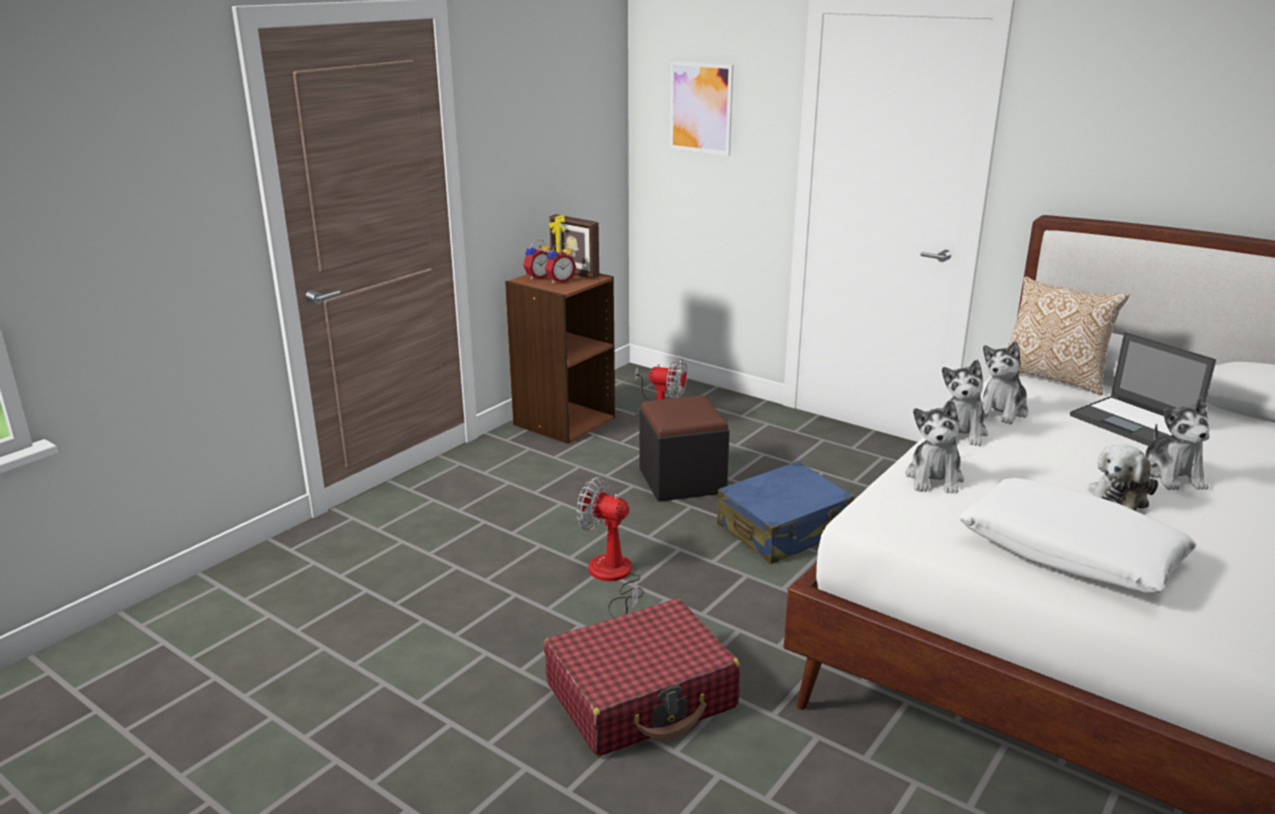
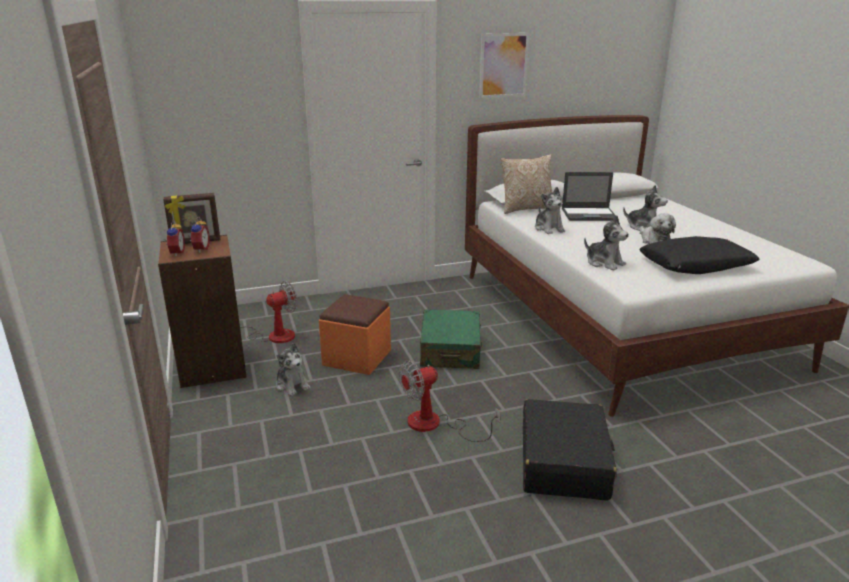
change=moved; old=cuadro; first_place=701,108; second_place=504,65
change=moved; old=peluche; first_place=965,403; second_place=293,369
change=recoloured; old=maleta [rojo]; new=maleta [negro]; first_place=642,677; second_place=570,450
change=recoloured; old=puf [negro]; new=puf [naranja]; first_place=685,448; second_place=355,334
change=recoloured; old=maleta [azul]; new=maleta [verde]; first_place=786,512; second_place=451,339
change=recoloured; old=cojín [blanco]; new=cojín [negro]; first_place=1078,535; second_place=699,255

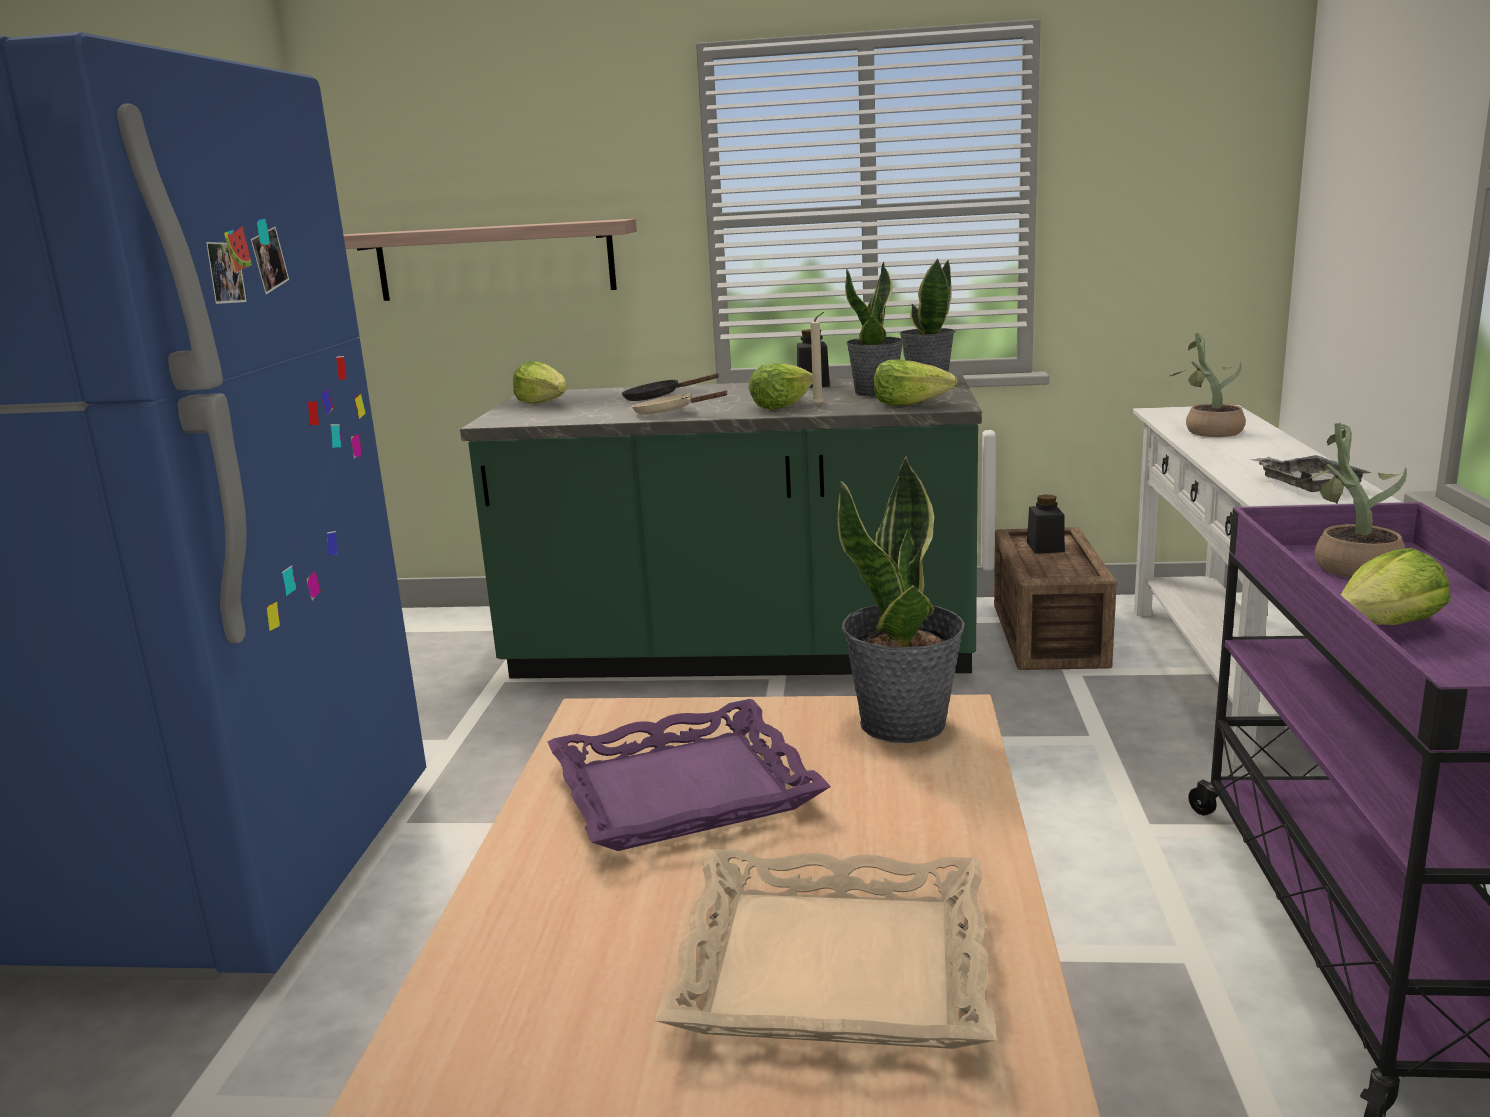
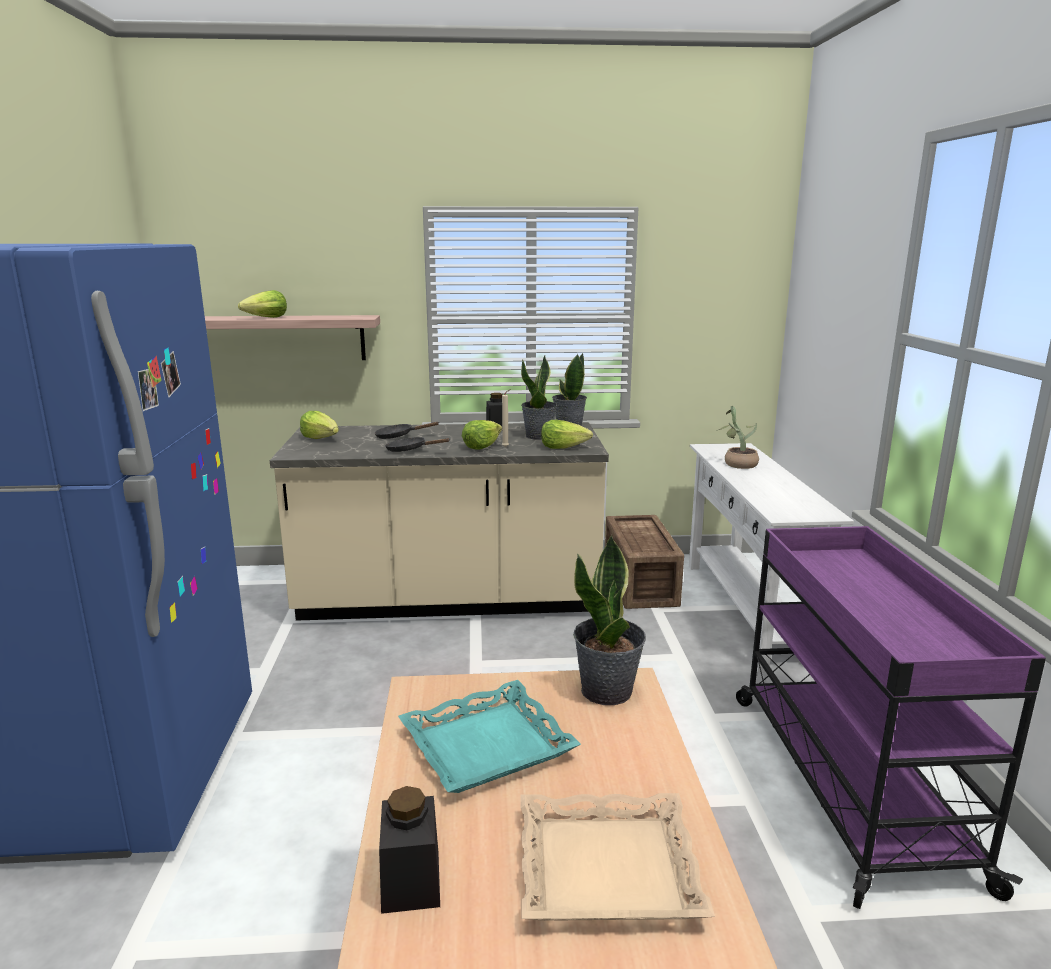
change=removed; old=bandeja [gris]; first_place=1311,473
change=removed; old=planta en maceta; first_place=1351,500
change=moved; old=tarro [negro]; first_place=1046,524; second_place=409,850
change=moved; old=lechuga; first_place=1396,586; second_place=262,304
change=recoloured; old=mueble bajo de cocina [verde]; new=mueble bajo de cocina [beis]; first_place=721,526; second_place=439,521
change=recoloured; old=bandeja [morado]; new=bandeja [turquesa]; first_place=689,775; second_place=489,736
change=recoloured; old=sartén [beis]; new=sartén [negro]; first_place=680,403; second_place=417,444

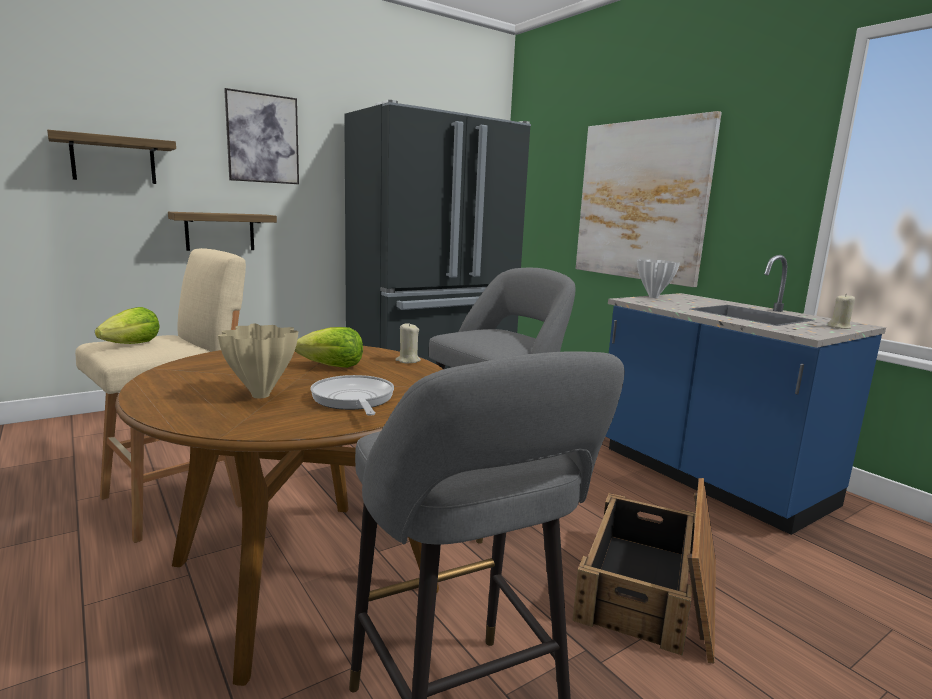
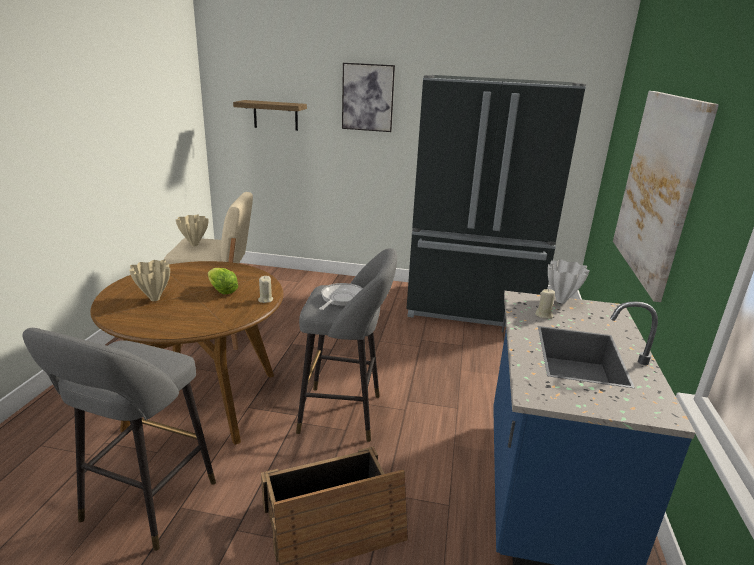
change=removed; old=estante; first_place=222,231
change=moved; old=sartén; first_place=352,395; second_place=341,296
change=moved; old=vela [beis]; first_place=841,311; second_place=545,304
change=replaced; old=lechuga; new=florero [beis]; first_place=127,325; second_place=192,231

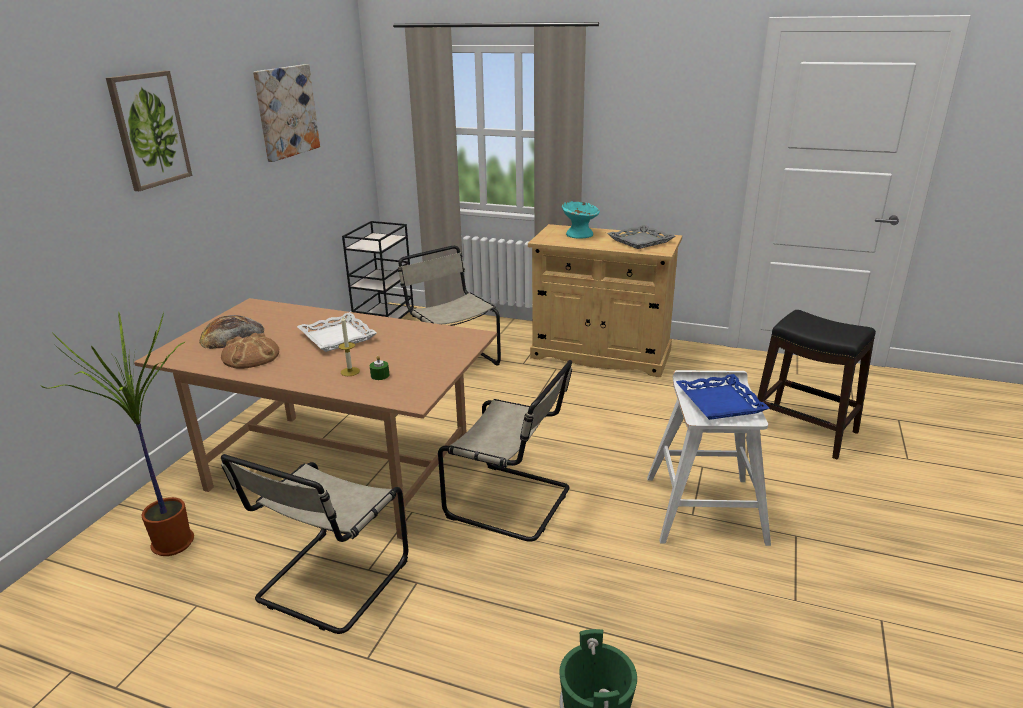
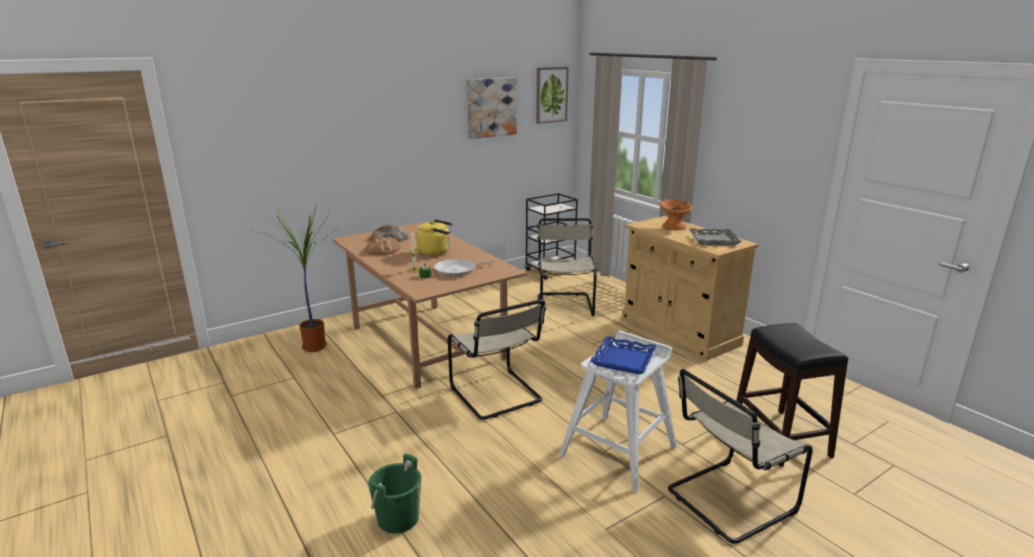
change=added; new=sartén; second_place=464,268
change=moved; old=cuadro; first_place=149,131; second_place=552,95
change=moved; old=silla [beis]; first_place=314,544; second_place=740,456
change=replaced; old=bandeja [blanco]; new=hervidor [amarillo]; first_place=337,332; second_place=434,237
change=recoloured; old=cuenco [turquesa]; new=cuenco [naranja]; first_place=581,220; second_place=675,214

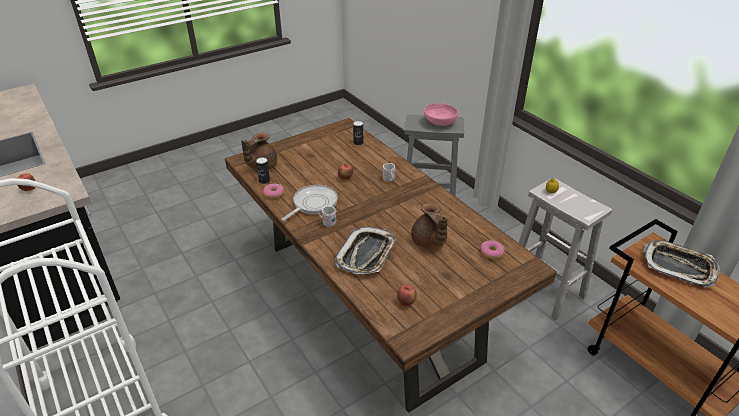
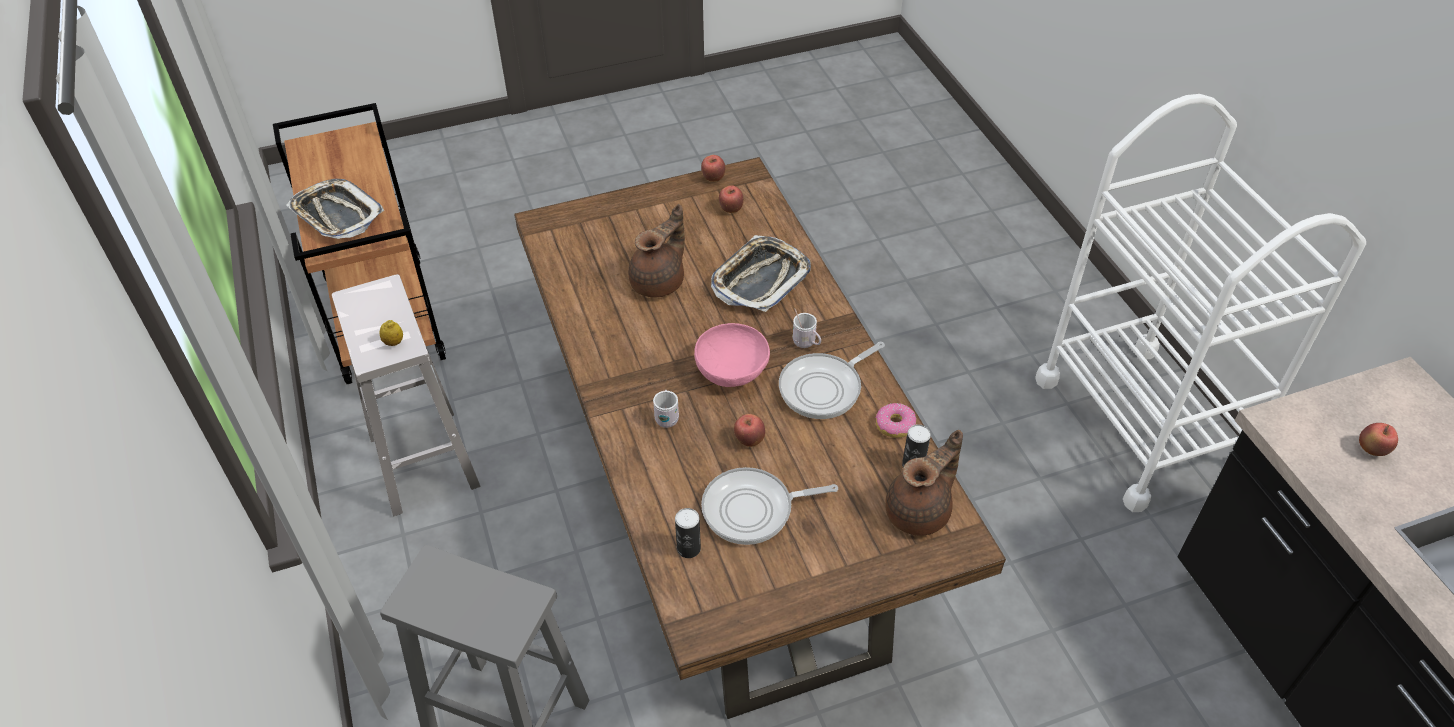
change=removed; old=rosquilla; first_place=492,249
change=added; new=manzana; second_place=713,168
change=added; new=sartén; second_place=769,506
change=moved; old=cuenco [rosa]; first_place=441,114; second_place=732,355
change=turned; old=tetera [marrón]; first_place=429,226; second_place=656,250; degrees=45

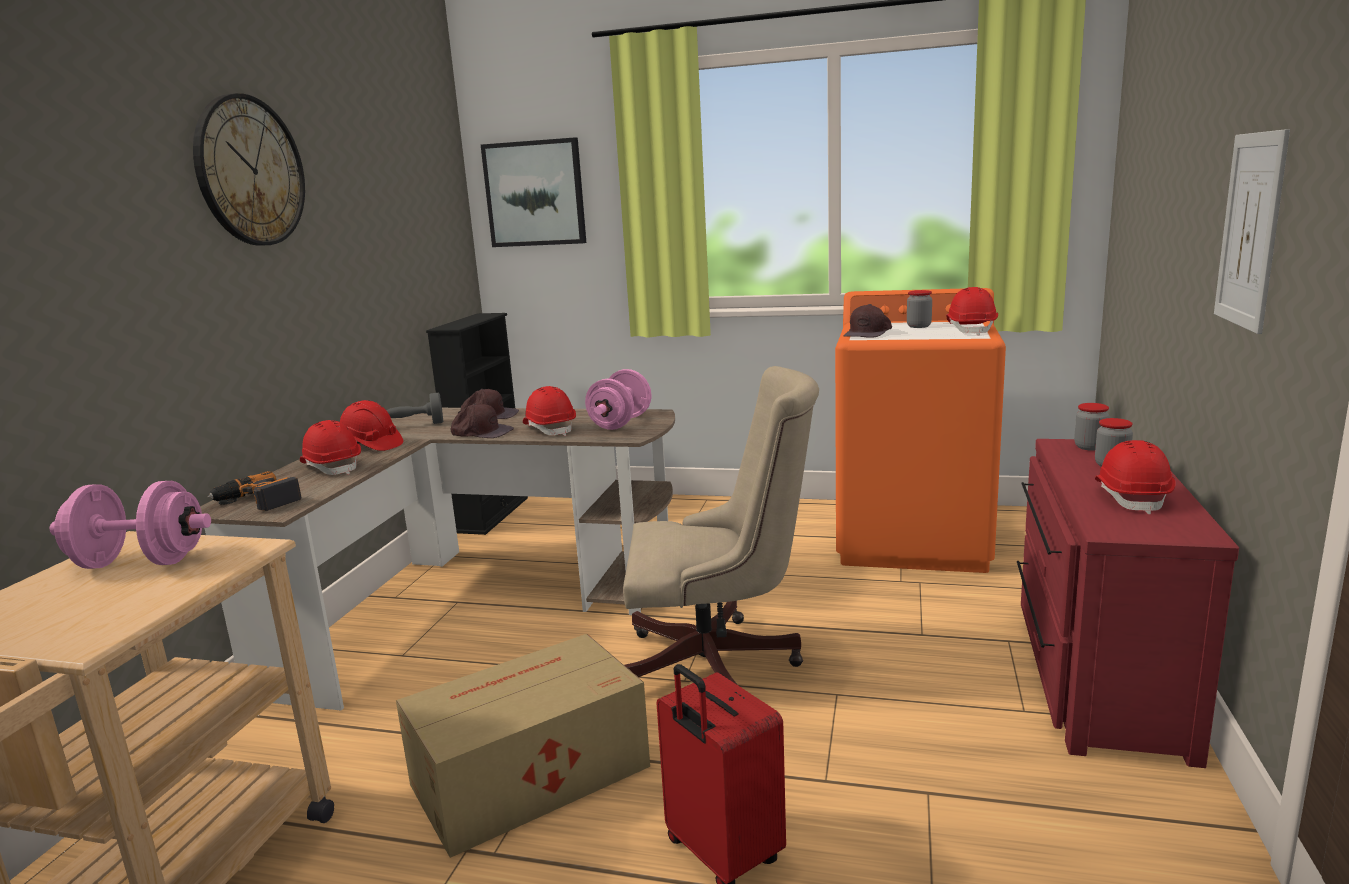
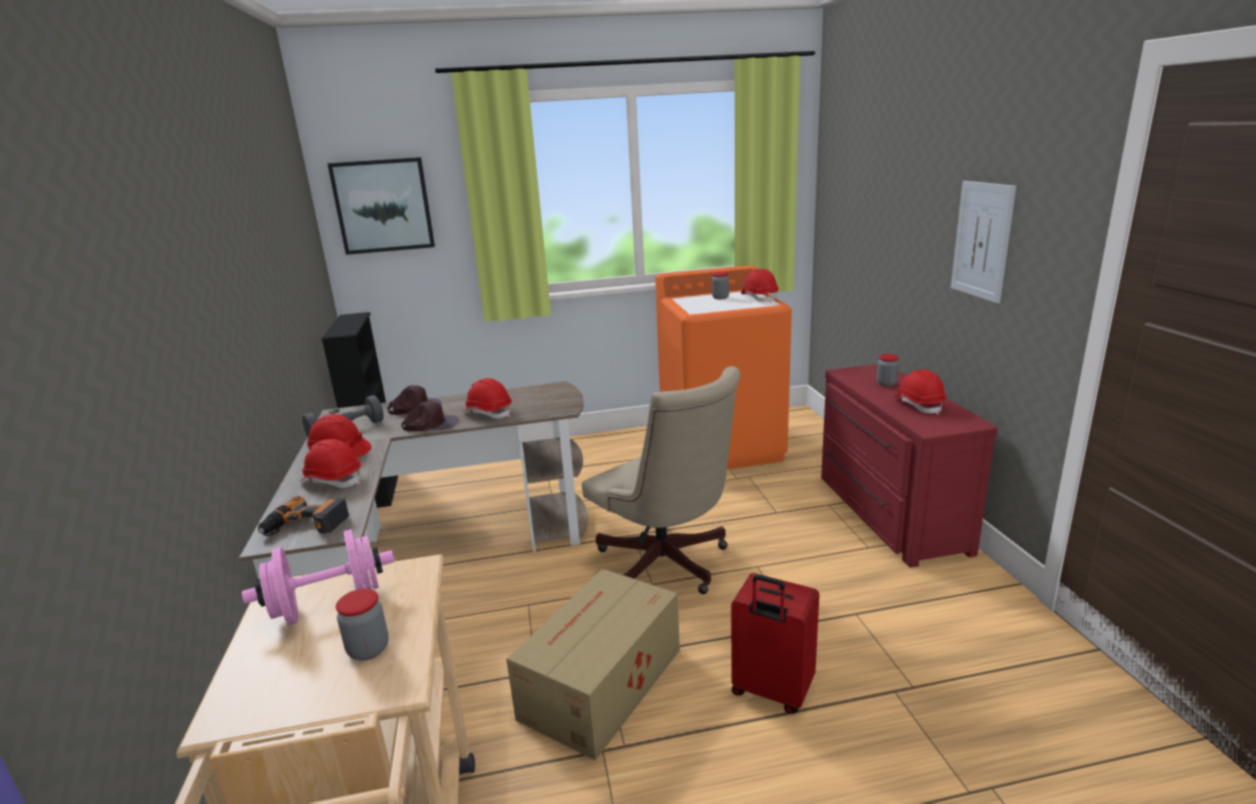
change=removed; old=reloj de pared; first_place=249,169
change=removed; old=mancuerna [rosa]; first_place=618,399
change=removed; old=gorra [marrón]; first_place=868,321
change=moved; old=tarro; first_place=1092,427; second_place=362,625
change=turned; old=silla de oficina [beis]; first_place=721,525; second_place=661,480; degrees=75

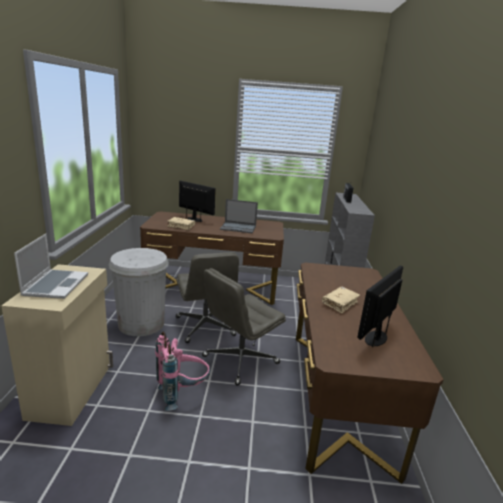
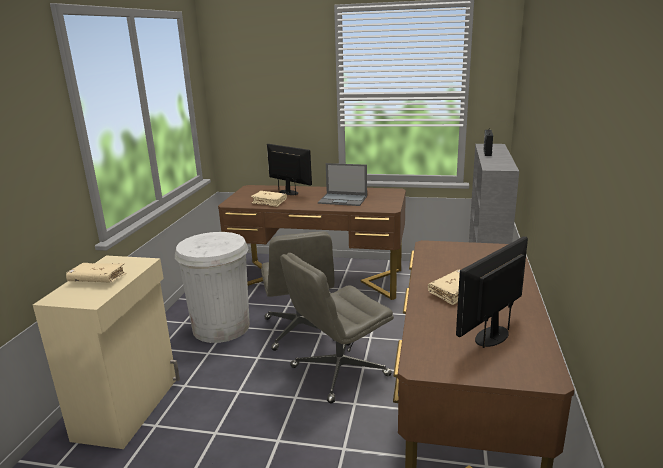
change=removed; old=mochila [rosa]; first_place=182,371
change=replaced; old=portátil; new=libro [beis]; first_place=51,266; second_place=96,273

